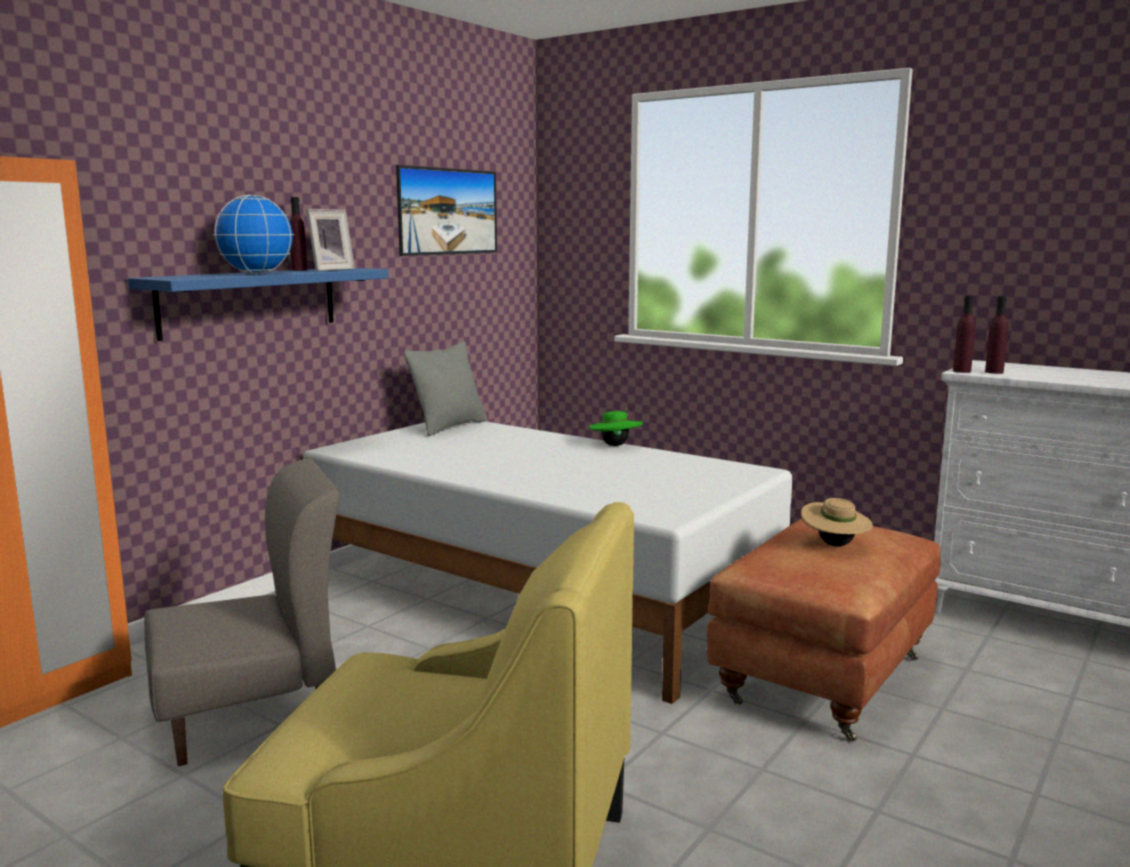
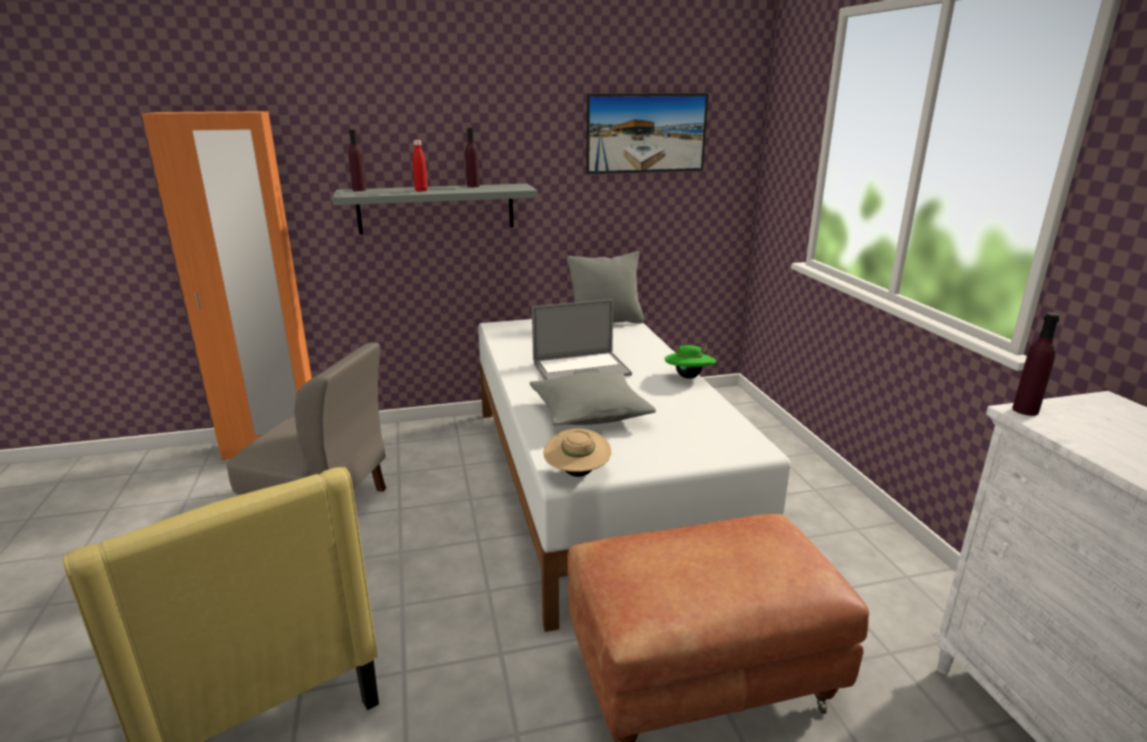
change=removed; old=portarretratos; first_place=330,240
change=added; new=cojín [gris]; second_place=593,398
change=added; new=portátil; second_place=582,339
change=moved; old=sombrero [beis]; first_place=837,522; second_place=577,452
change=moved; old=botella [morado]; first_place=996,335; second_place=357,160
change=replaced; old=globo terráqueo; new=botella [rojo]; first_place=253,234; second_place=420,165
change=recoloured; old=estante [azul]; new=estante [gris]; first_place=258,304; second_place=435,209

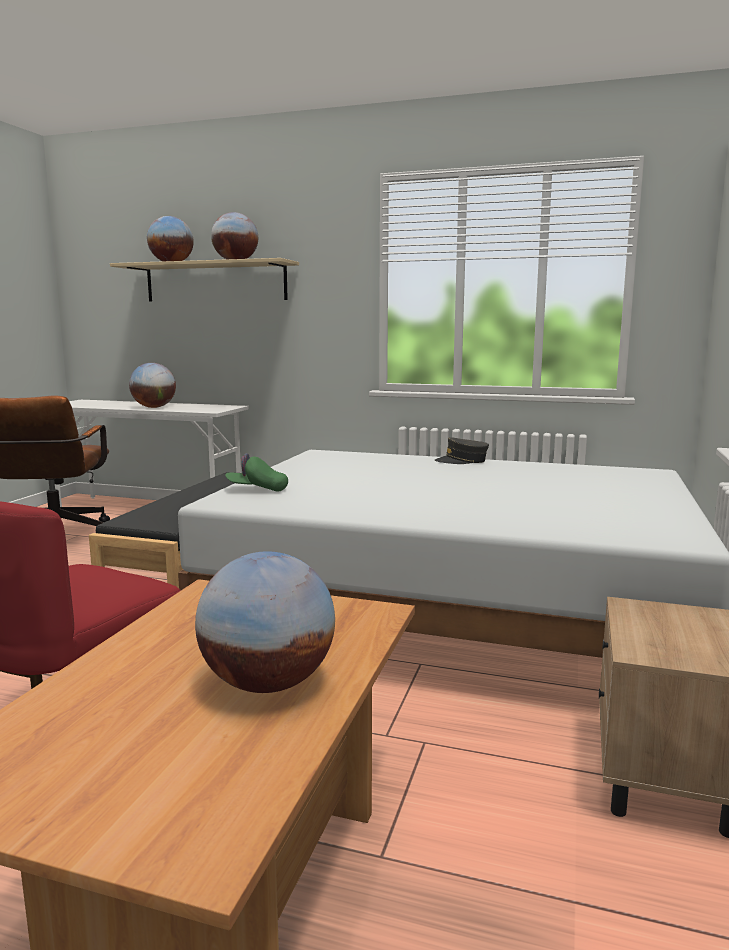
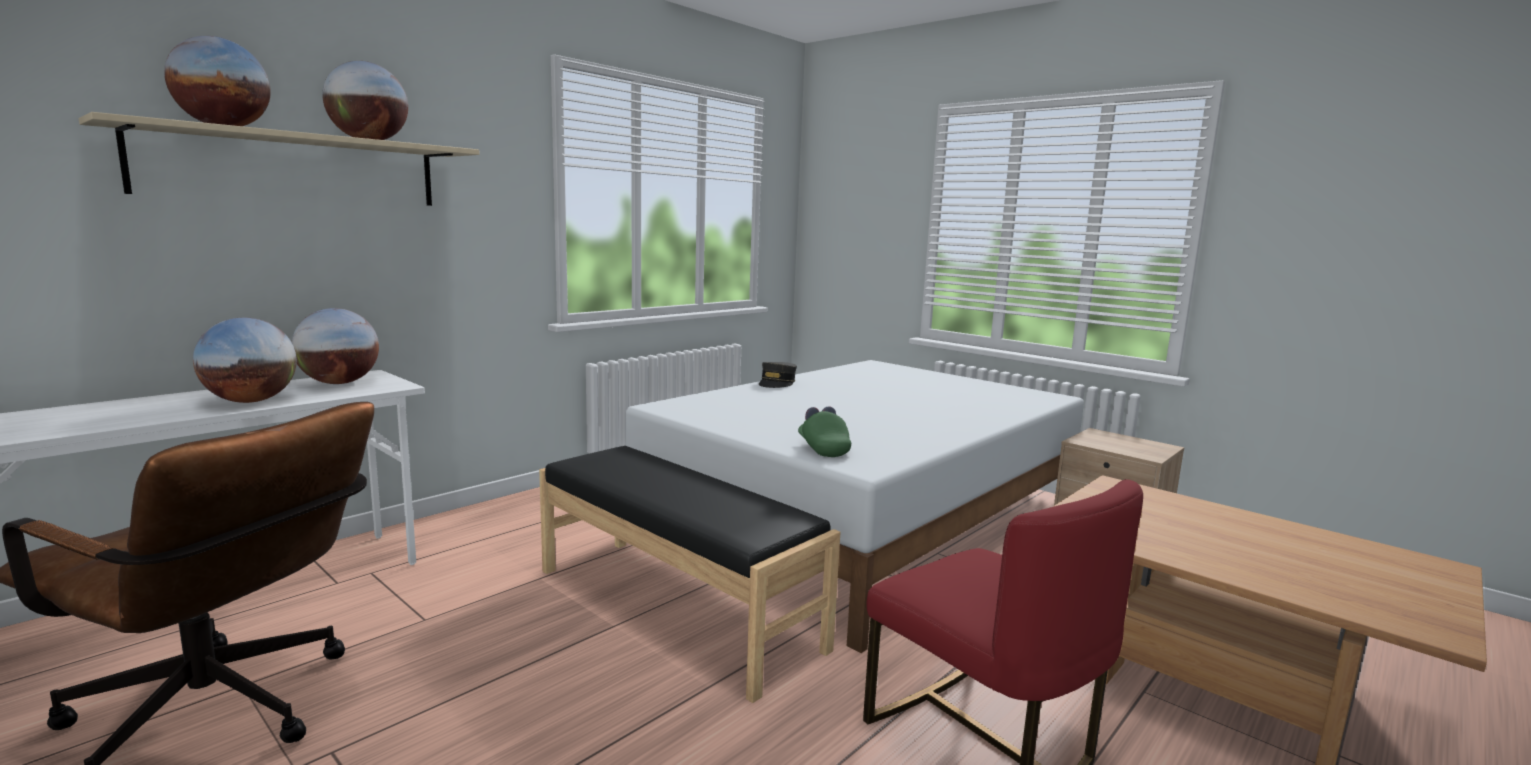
change=moved; old=globo terráqueo; first_place=265,622; second_place=335,346
change=turned; old=gorra [verde]; first_place=256,472; second_place=824,431; degrees=135

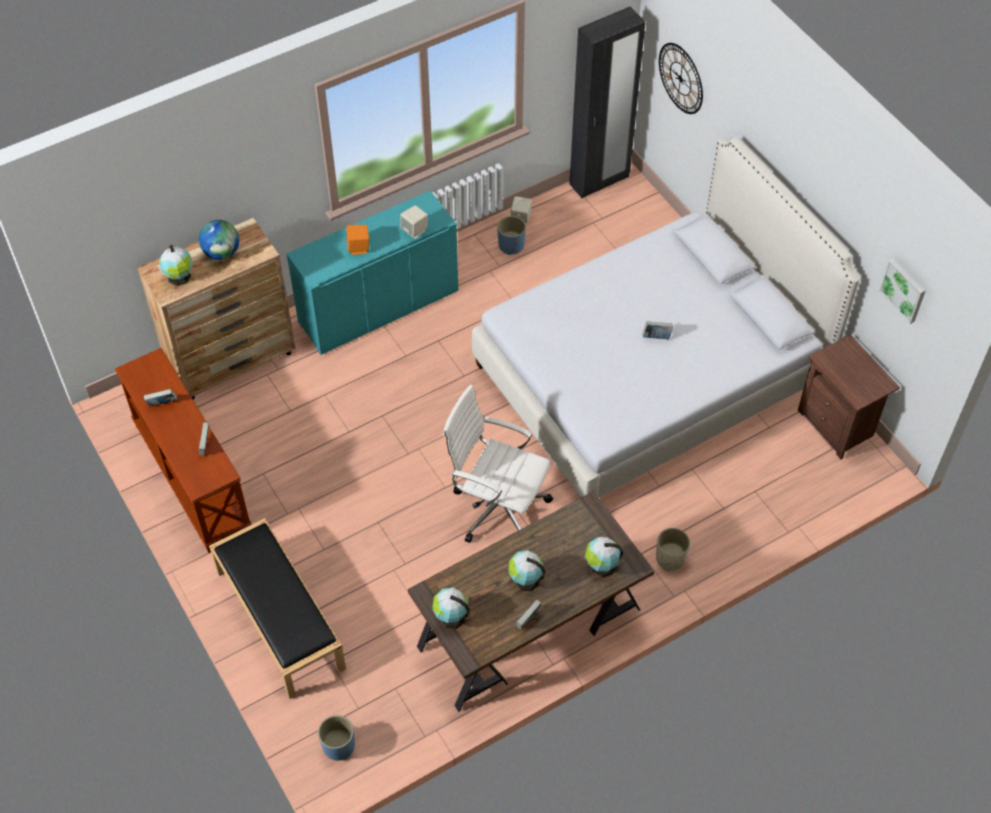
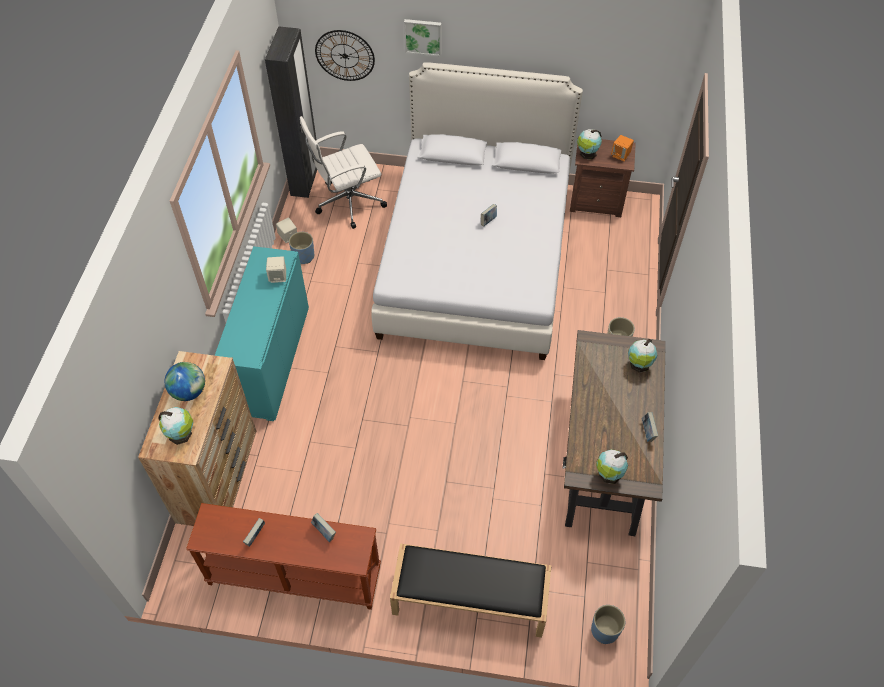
change=moved; old=altavoz [naranja]; first_place=357,240; second_place=622,148
change=moved; old=silla de oficina [blanco]; first_place=498,464; second_place=343,172
change=moved; old=globo terráqueo; first_place=527,570; second_place=589,144
change=moved; old=cuadro; first_place=902,291; second_place=422,37

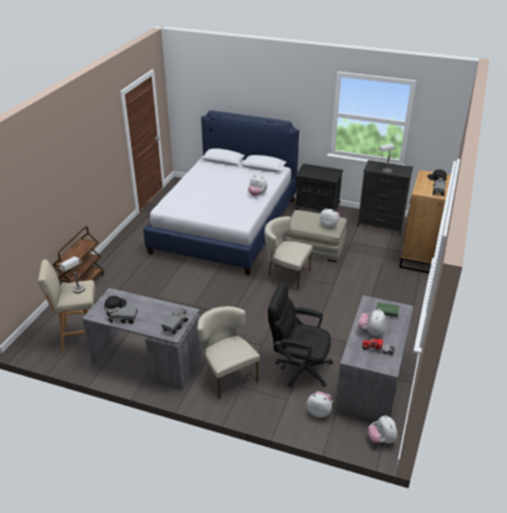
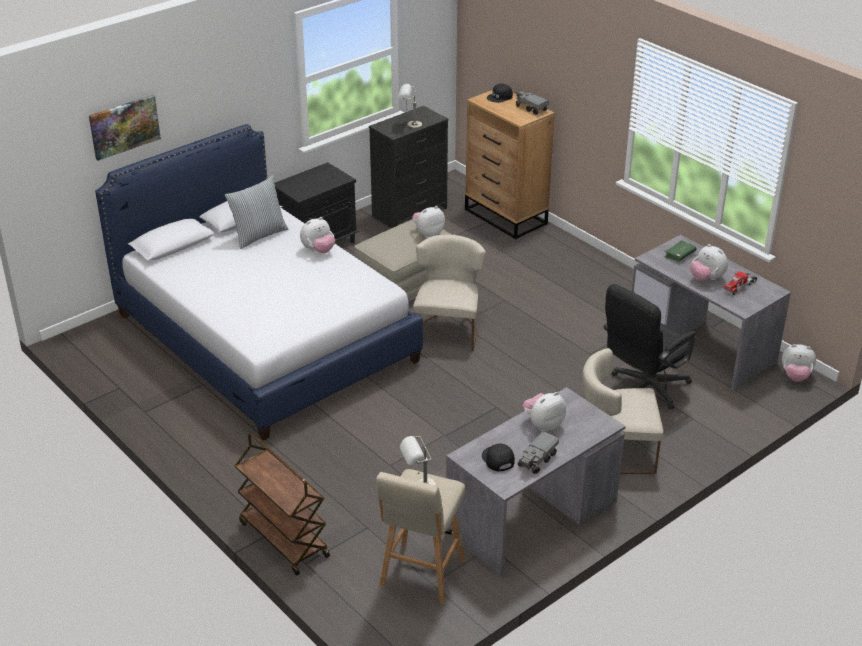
change=removed; old=camión de juguete; first_place=175,322
change=added; new=cuadro; second_place=125,127
change=added; new=cojín; second_place=256,212
change=moved; old=peluche; first_place=320,404; second_place=544,412
change=turned; old=silla [beis]; first_place=288,253; second_place=449,292; degrees=135

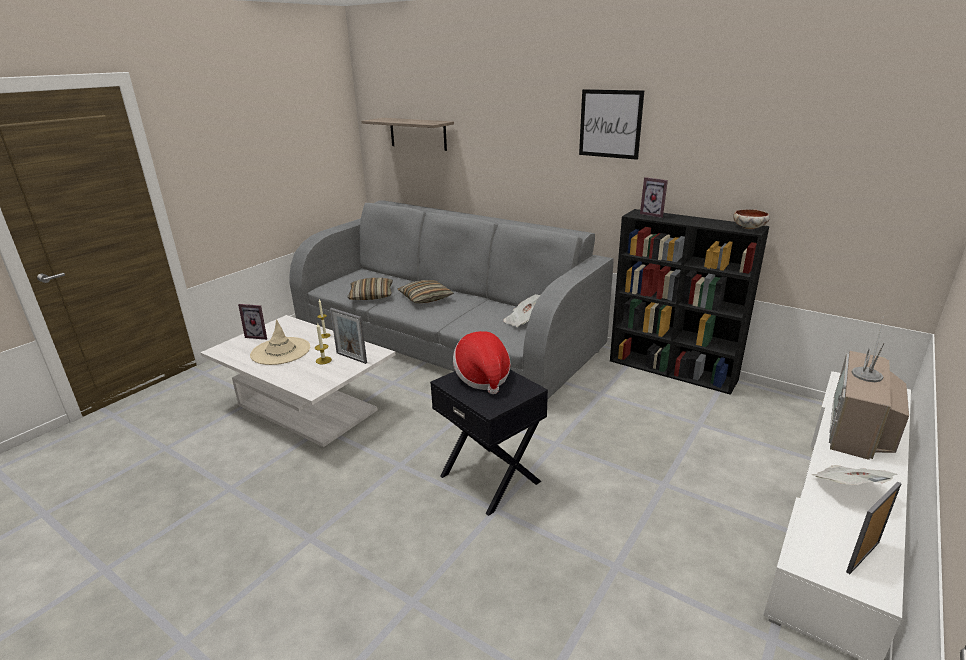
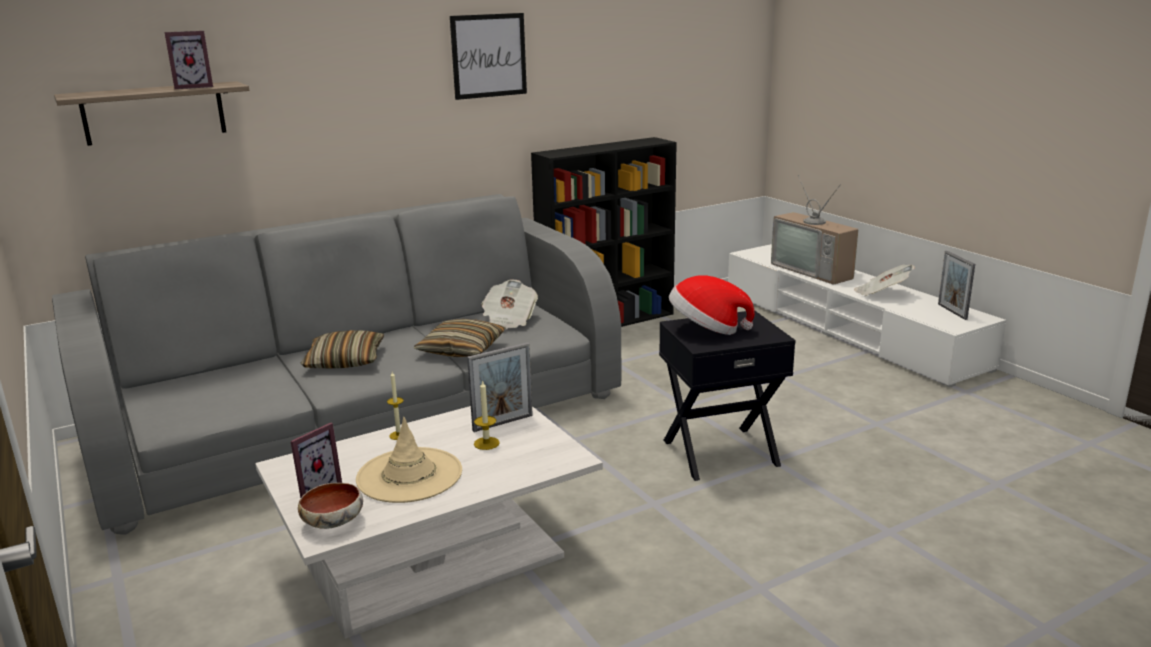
change=moved; old=cojín; first_place=370,289; second_place=459,338
change=moved; old=portarretratos; first_place=654,197; second_place=189,60
change=moved; old=cuenco; first_place=751,219; second_place=330,506

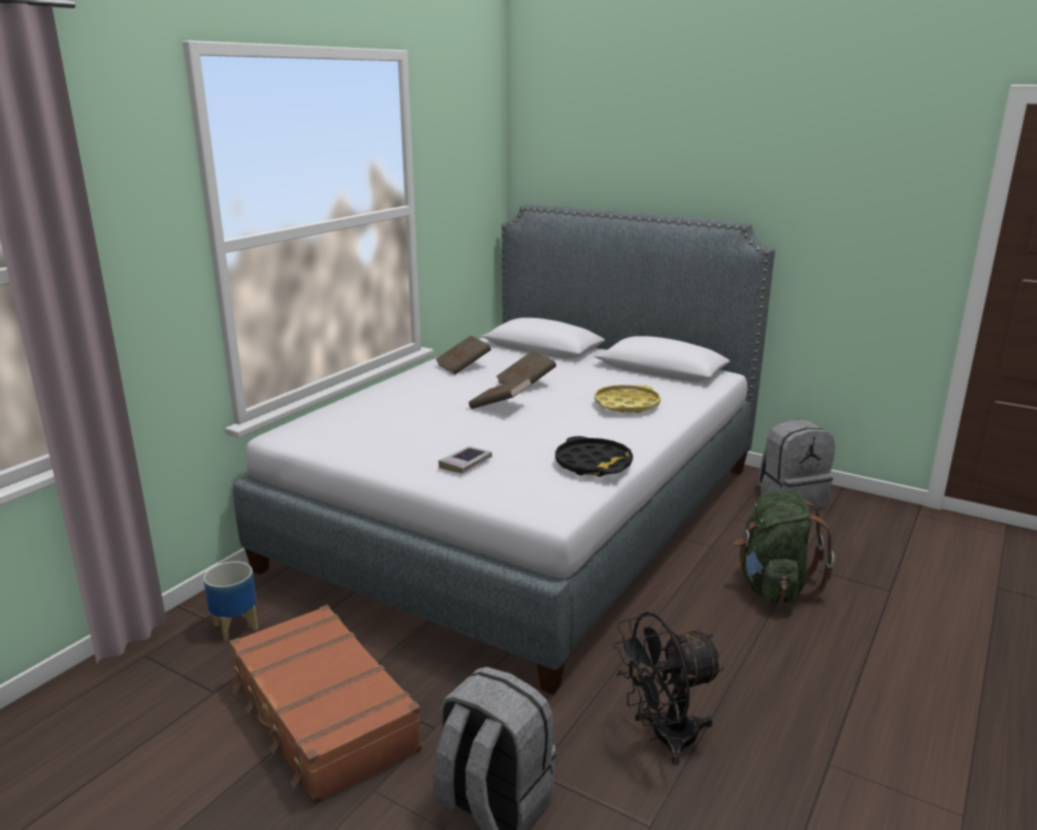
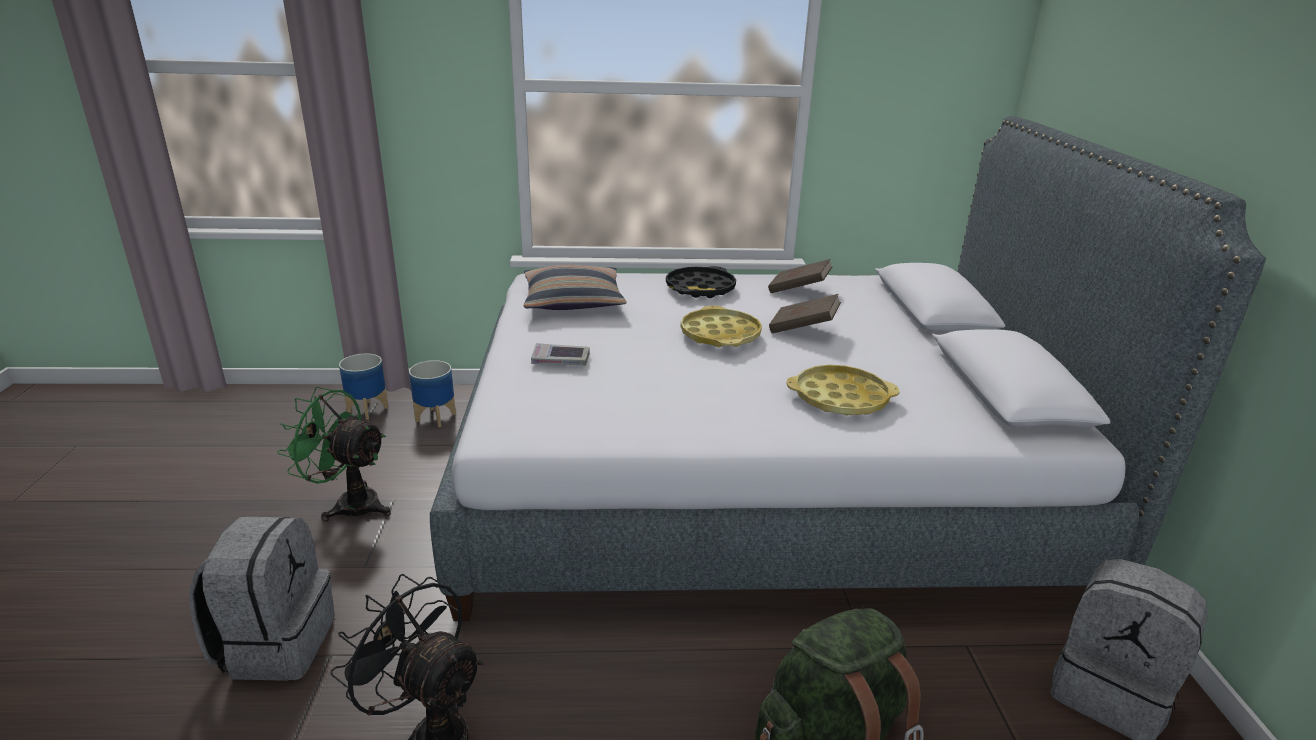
change=added; new=maceta; second_place=364,386
change=added; new=cojín; second_place=575,287
change=moved; old=bandeja [negro]; first_place=594,456; second_place=701,282
change=replaced; old=maleta [marrón]; new=ventilador [verde]; first_place=325,705; second_place=334,454
change=replaced; old=libro [marrón]; new=bandeja [amarillo]; first_place=500,393; second_place=721,327

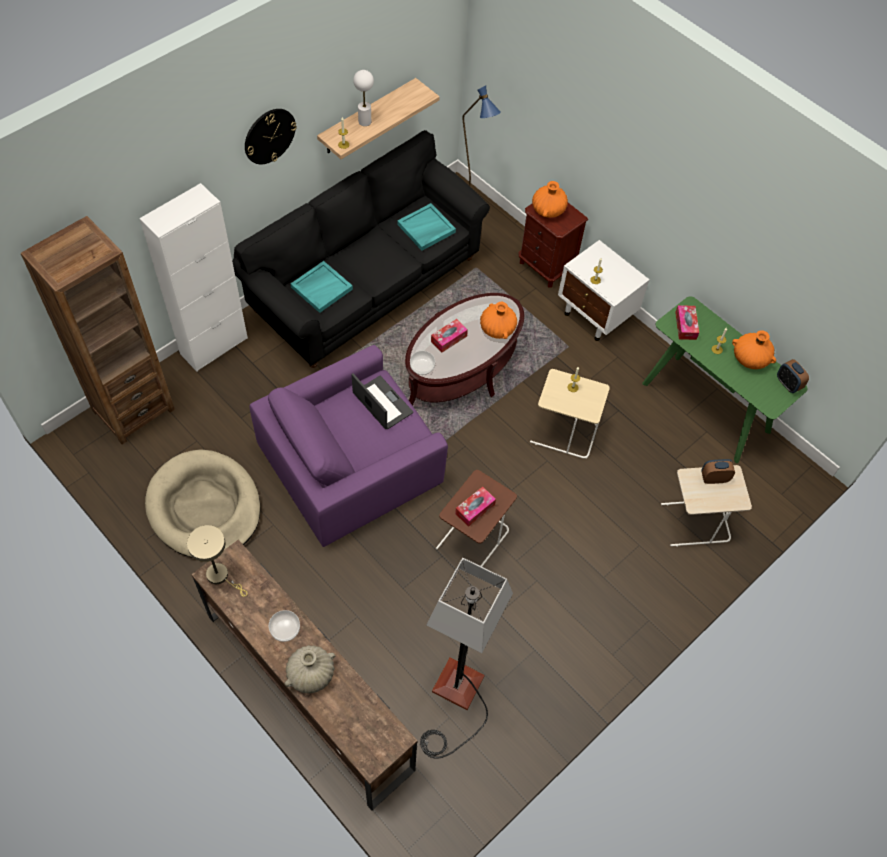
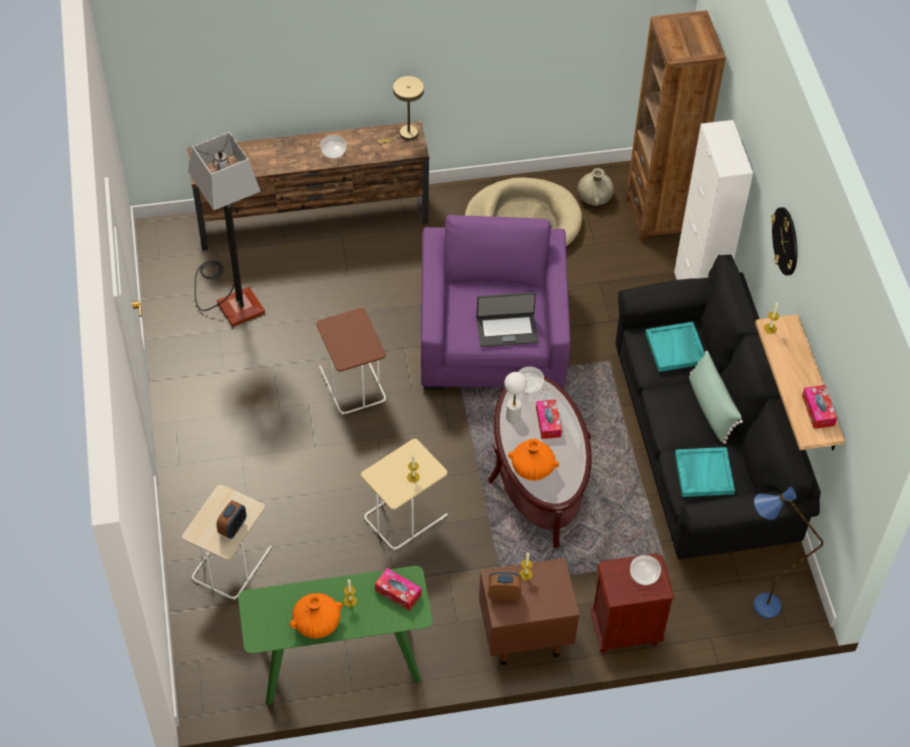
change=added; new=cojín [verde]; second_place=716,397
change=moved; old=florero [beis]; first_place=309,669; second_place=595,187
change=moved; old=lámpara de mesa [blanco]; first_place=363,98; second_place=515,397
change=moved; old=caja de pañuelos; first_place=475,507; second_place=819,407
change=moved; old=despertador; first_place=793,376; second_place=504,586
change=replaced; old=florero [naranja]; new=cuenco; first_place=550,199; second_place=645,570
change=recoloured; old=mesita de noche [blanco]; new=mesita de noche [marrón]; first_place=604,290; second_place=529,611

